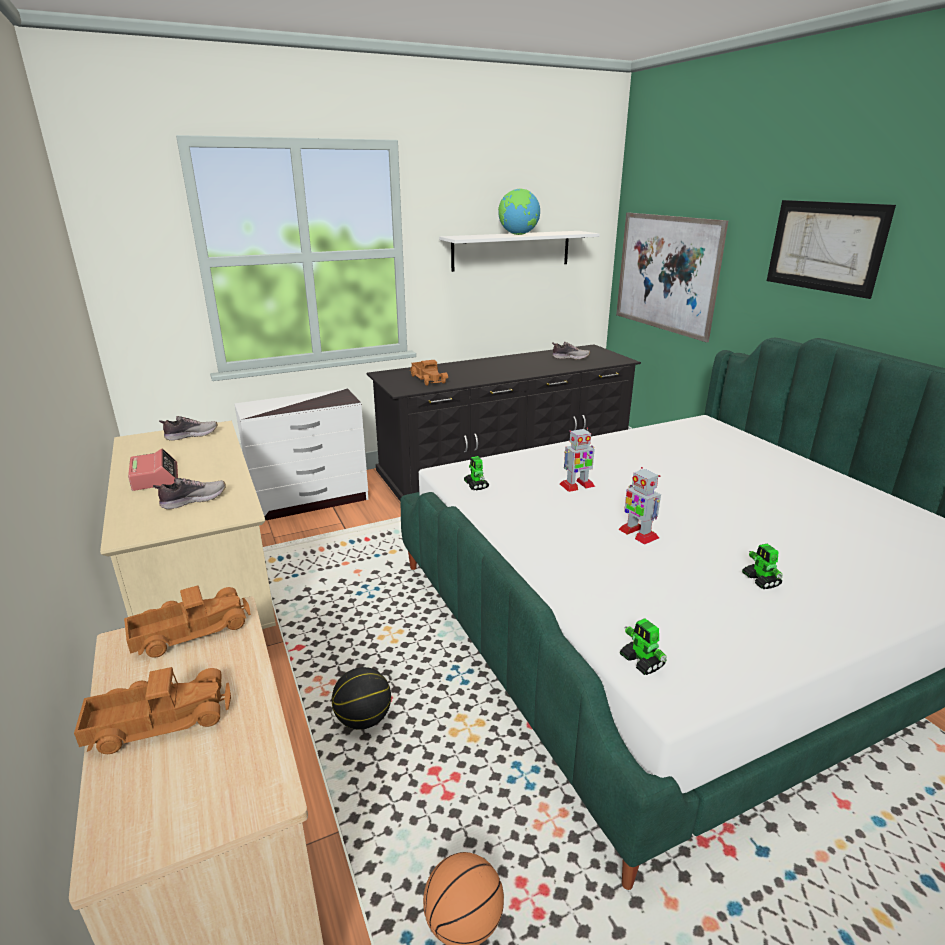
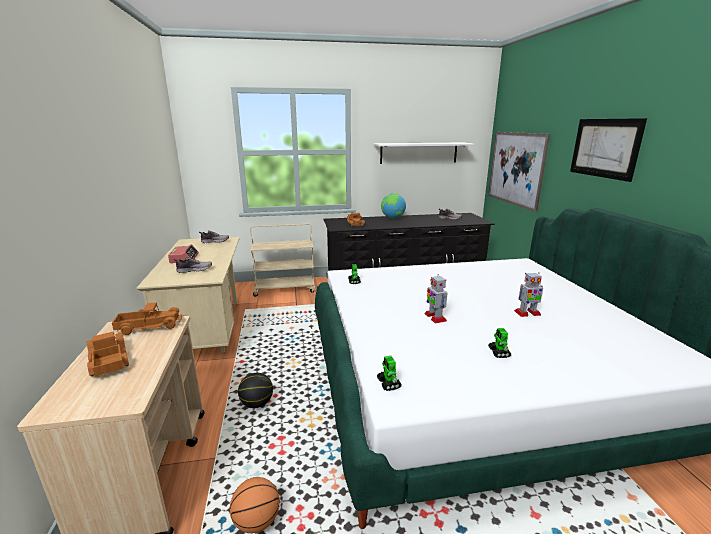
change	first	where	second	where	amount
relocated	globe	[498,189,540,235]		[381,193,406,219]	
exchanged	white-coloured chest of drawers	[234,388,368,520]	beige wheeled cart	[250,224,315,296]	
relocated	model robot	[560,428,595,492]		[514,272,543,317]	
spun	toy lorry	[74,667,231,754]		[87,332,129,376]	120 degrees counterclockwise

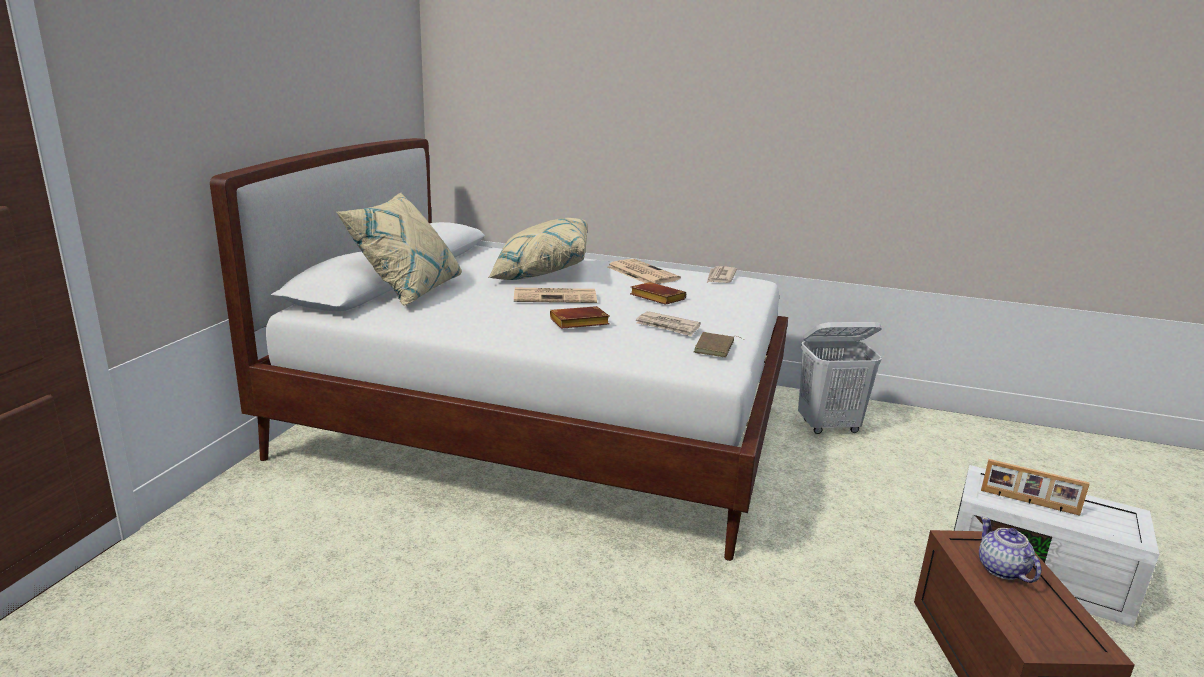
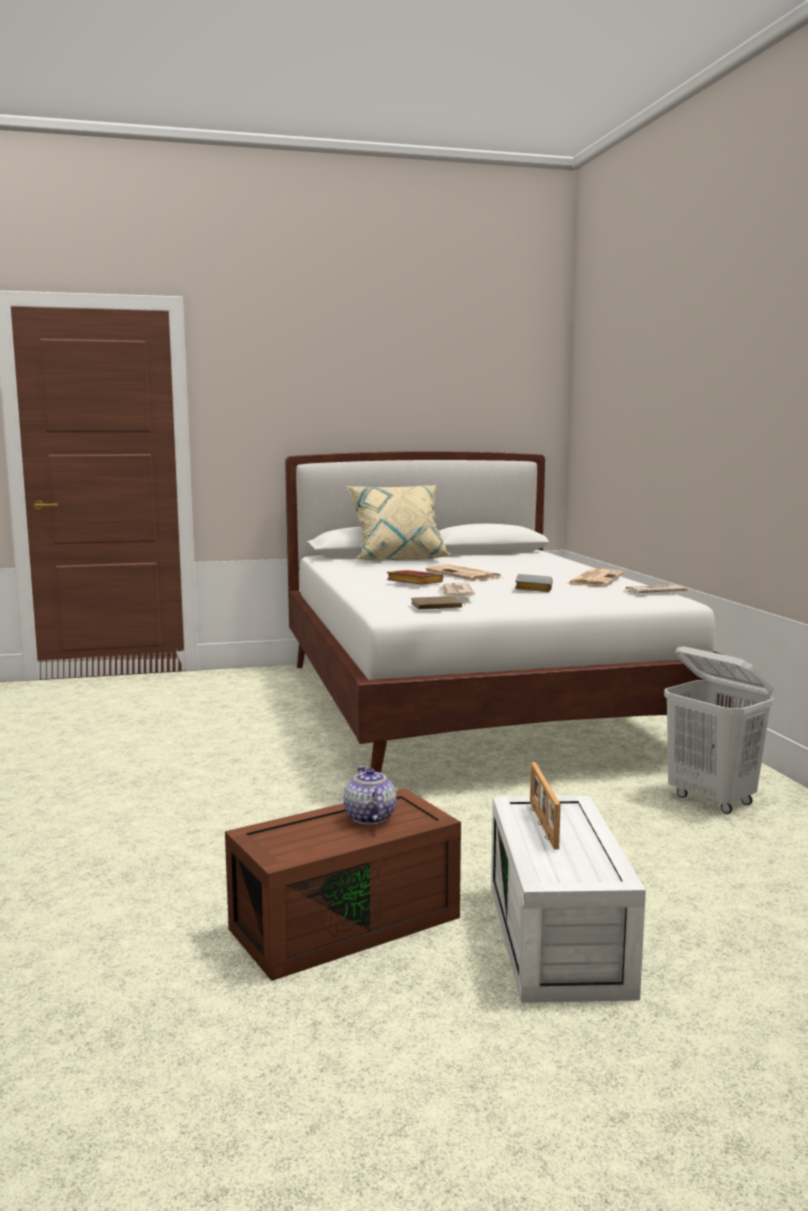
change	first	where	second	where	amount
missing	beige throw pillow	[488,218,588,280]			
colour	brown-coloured book	[630,282,686,305]	grey book	[515,574,553,592]	
spun	teapot	[979,517,1041,583]		[344,766,396,825]	60 degrees counterclockwise

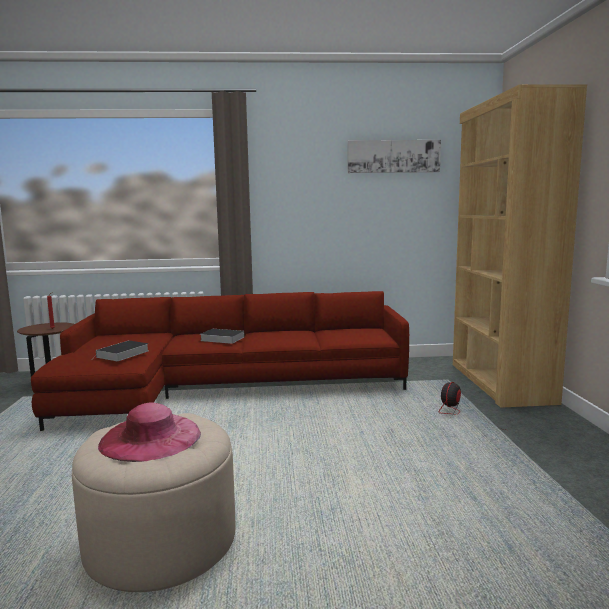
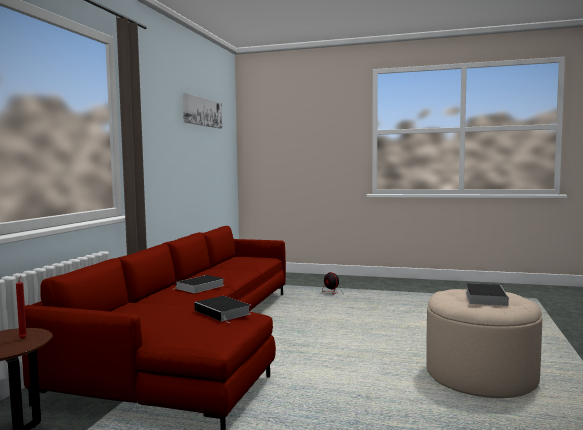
change	first	where	second	where	amount
missing	brown-coloured bookshelf	[453,84,587,408]			
exchanged	pink-coloured wearable hat	[98,402,201,462]	book	[466,283,508,306]	

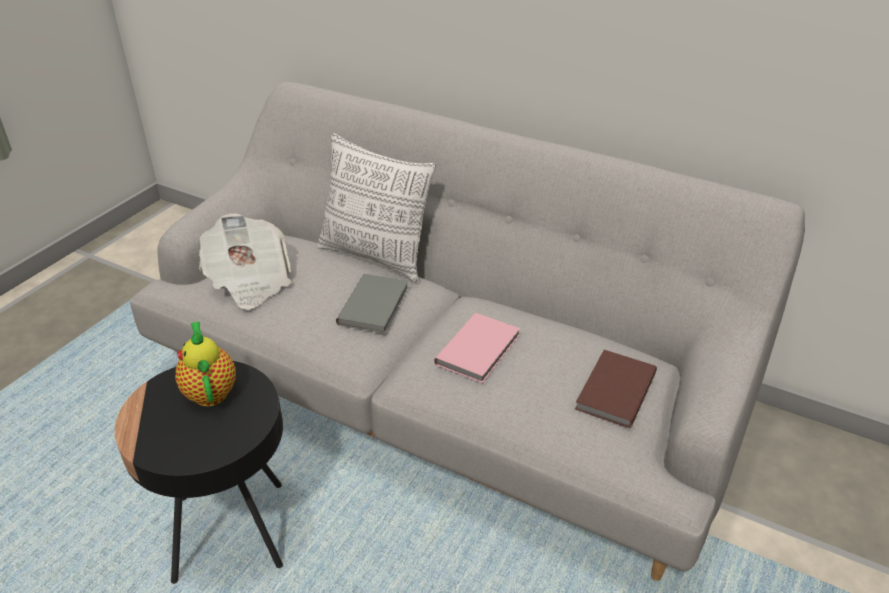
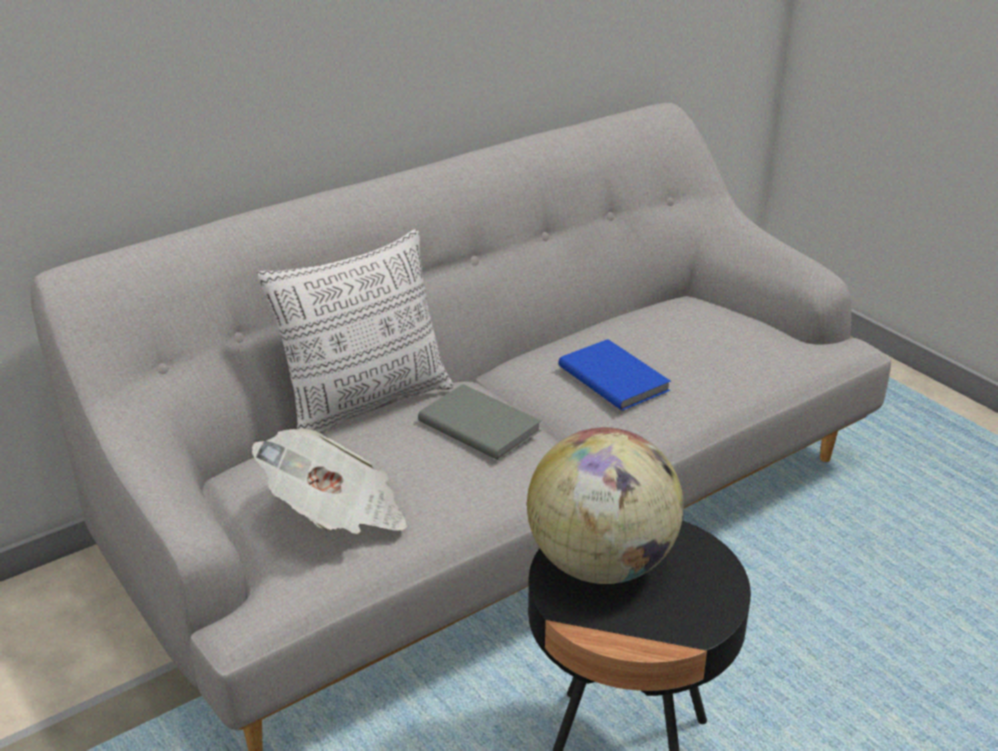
change	first	where	second	where	amount
colour	pink-coloured book	[434,313,520,383]	blue-coloured book	[559,339,671,411]	
exchanged	teapot	[175,322,236,407]	globe	[527,427,683,584]	
missing	brown-coloured book	[575,350,657,428]			

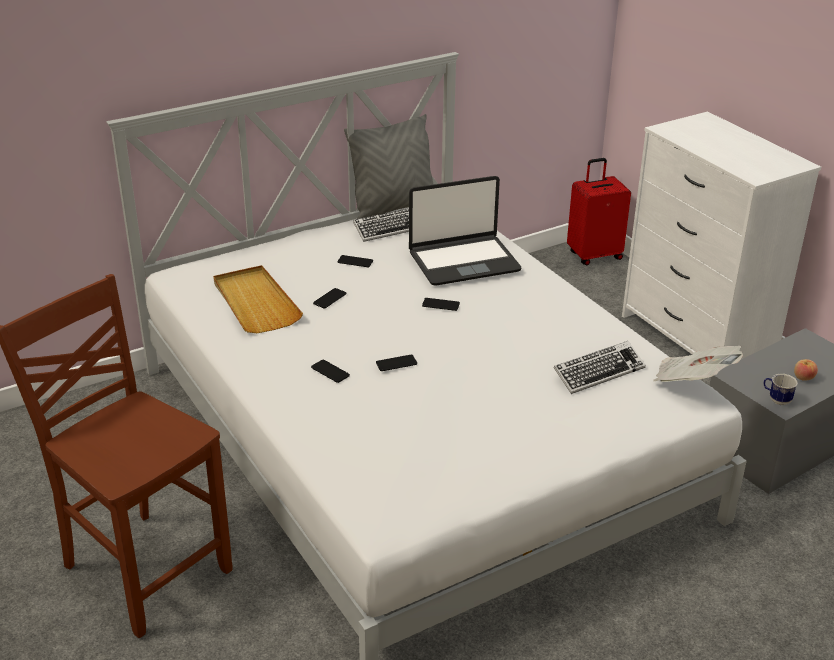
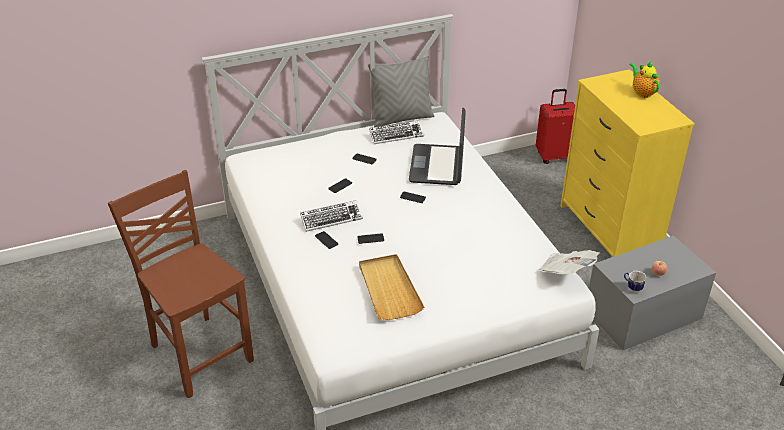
change	first	where	second	where	amount
colour	white-coloured chest of drawers	[622,112,821,367]	yellowish chest of drawers	[560,69,695,257]	
spun	laptop	[409,176,521,286]		[409,108,466,185]	105 degrees clockwise
relocated	beige carrying tray	[213,265,303,333]		[359,254,424,320]	
relocated	computer keyboard	[554,341,646,394]		[300,200,363,232]	
appeared			teapot	[629,61,660,98]	

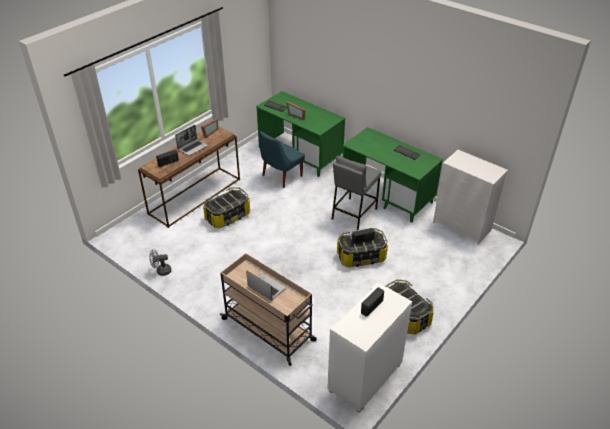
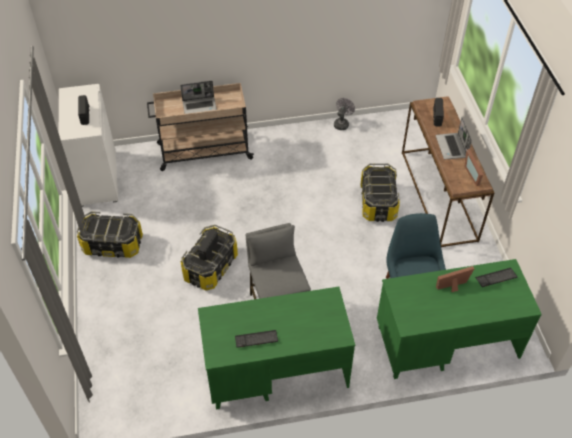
change	first	where	second	where	amount
missing	white-coloured chest of drawers	[433,150,508,245]			

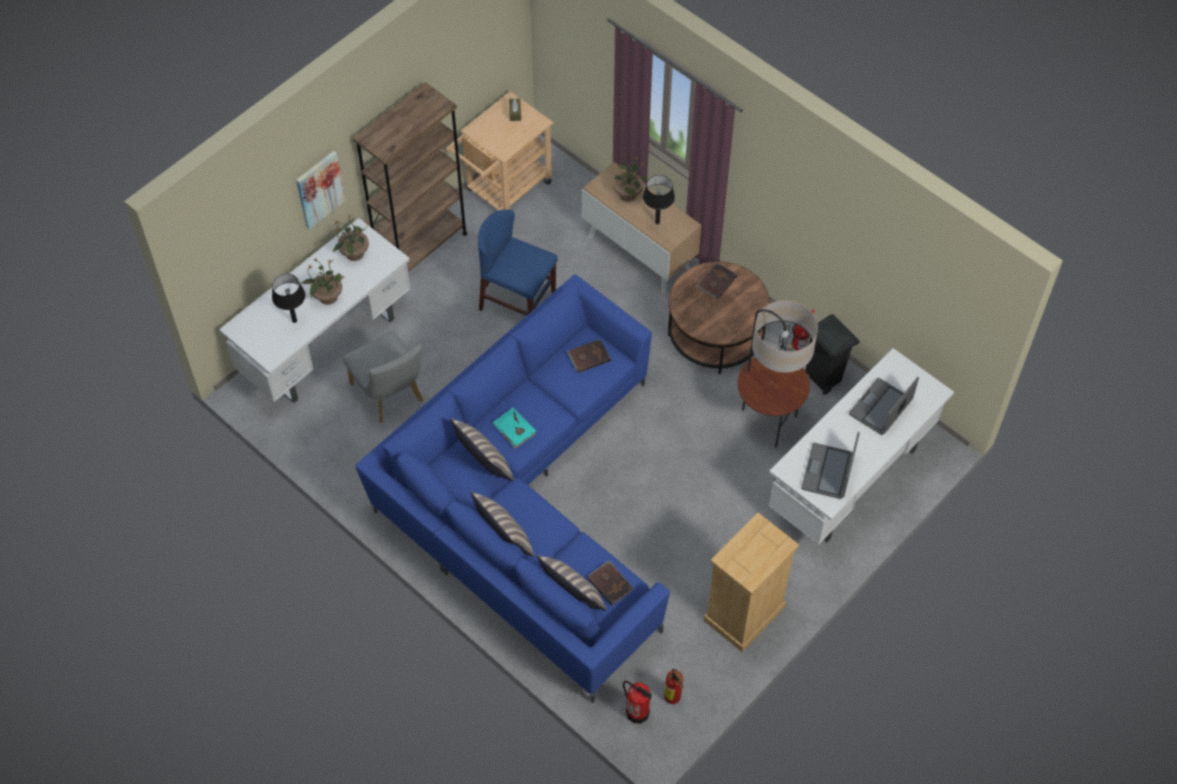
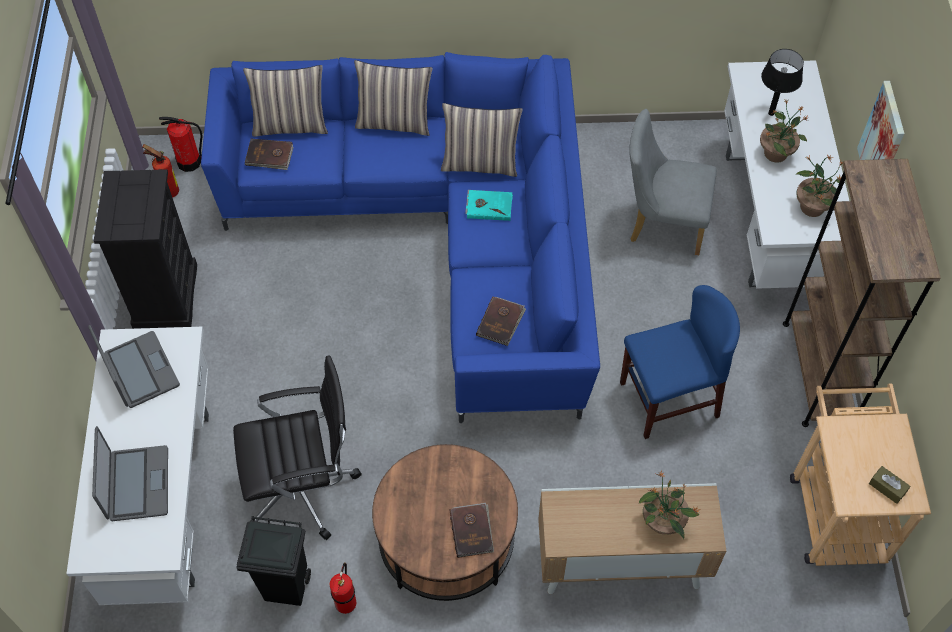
change	first	where	second	where	amount
missing	black-coloured lamp for a table	[643,175,675,224]			
exchanged	floor lamp	[737,300,818,448]	black-coloured computer chair	[233,355,362,540]	
colour	beige chest of drawers	[704,513,799,652]	black-coloured chest of drawers	[94,169,197,329]	

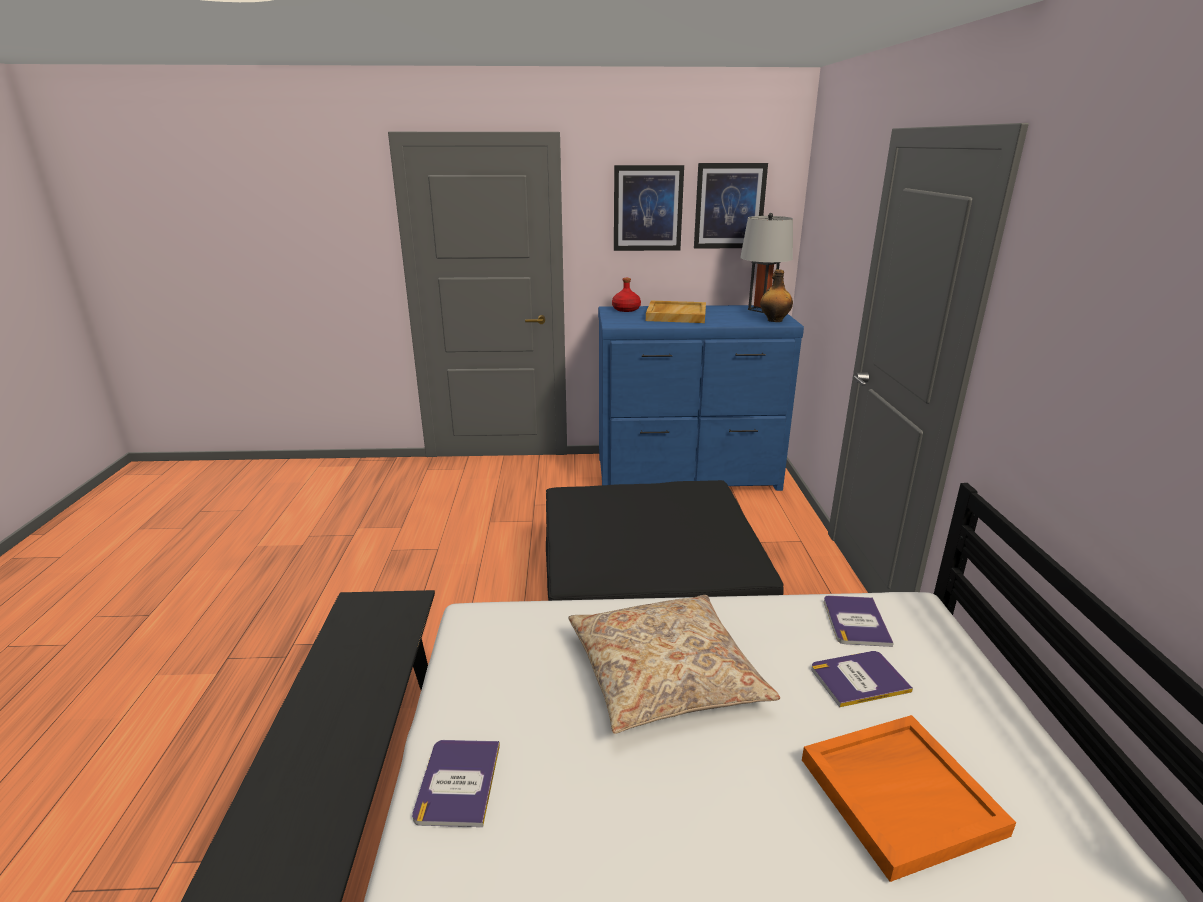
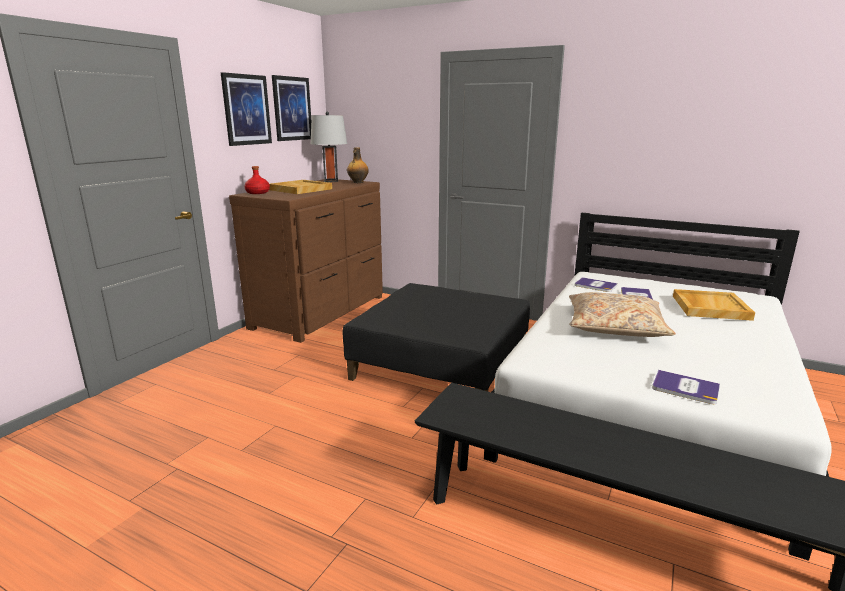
change	first	where	second	where	amount
colour	blue-coloured chest of drawers	[598,305,804,491]	brown-coloured chest of drawers	[229,179,383,343]	
colour	orange carrying tray	[802,715,1016,882]	beige carrying tray	[673,289,755,321]	

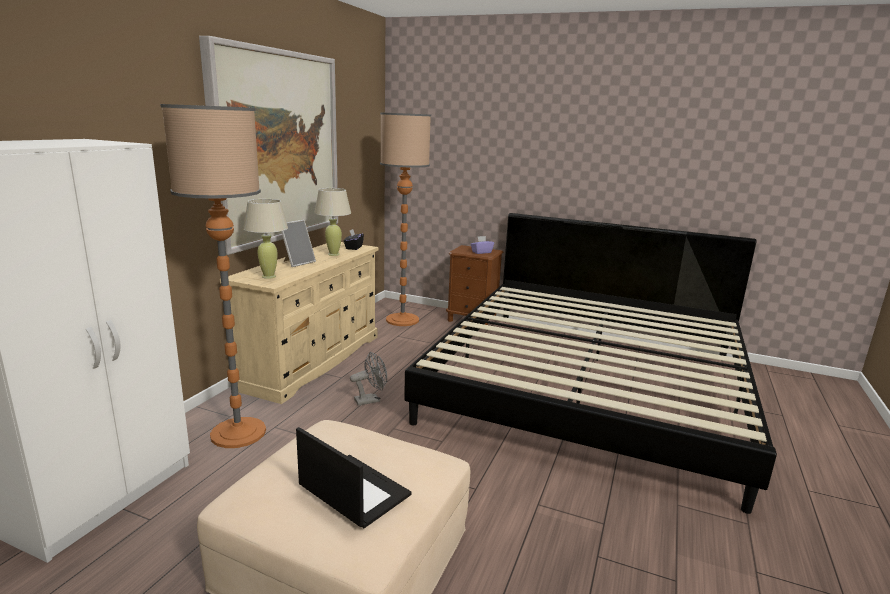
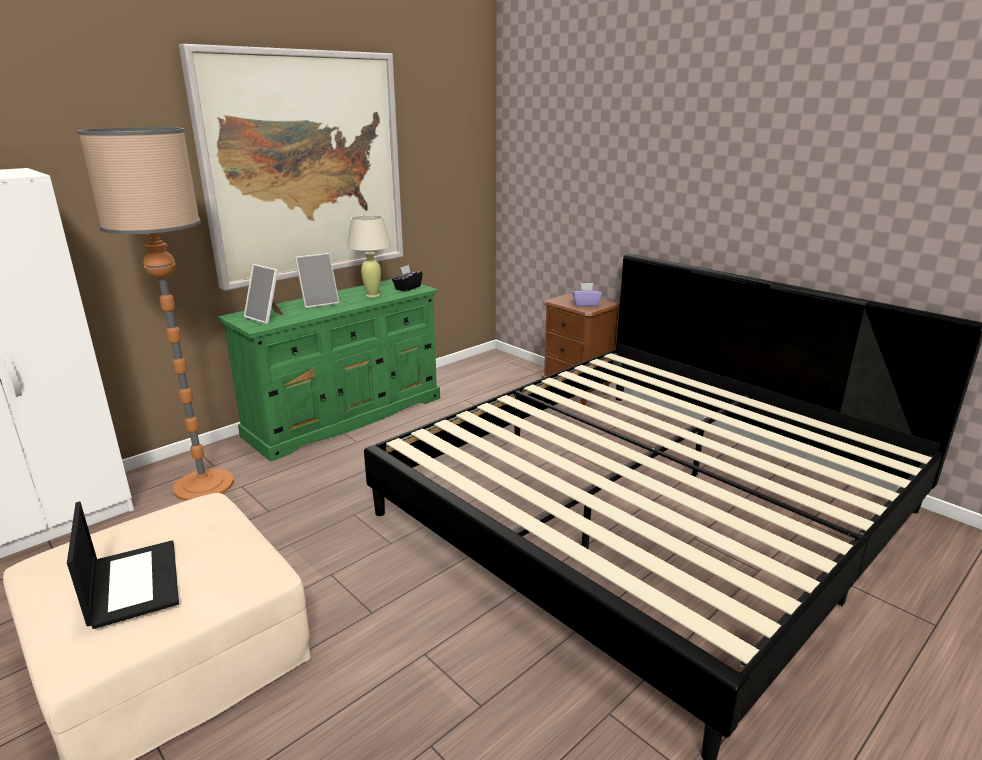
change	first	where	second	where	amount
missing	floor lamp	[380,112,431,326]			
exchanged	beige lamp for a table	[243,199,288,279]	picture frame	[244,264,285,324]	
colour	beige chest of drawers	[220,242,378,404]	greenish chest of drawers	[218,279,440,462]	
missing	grey fan	[350,352,387,406]			

